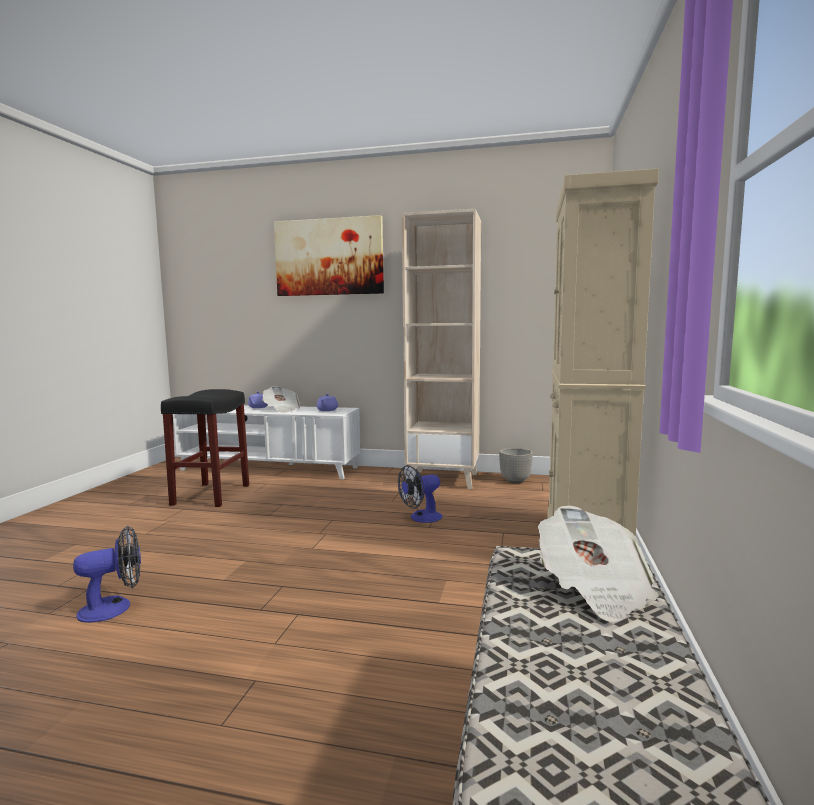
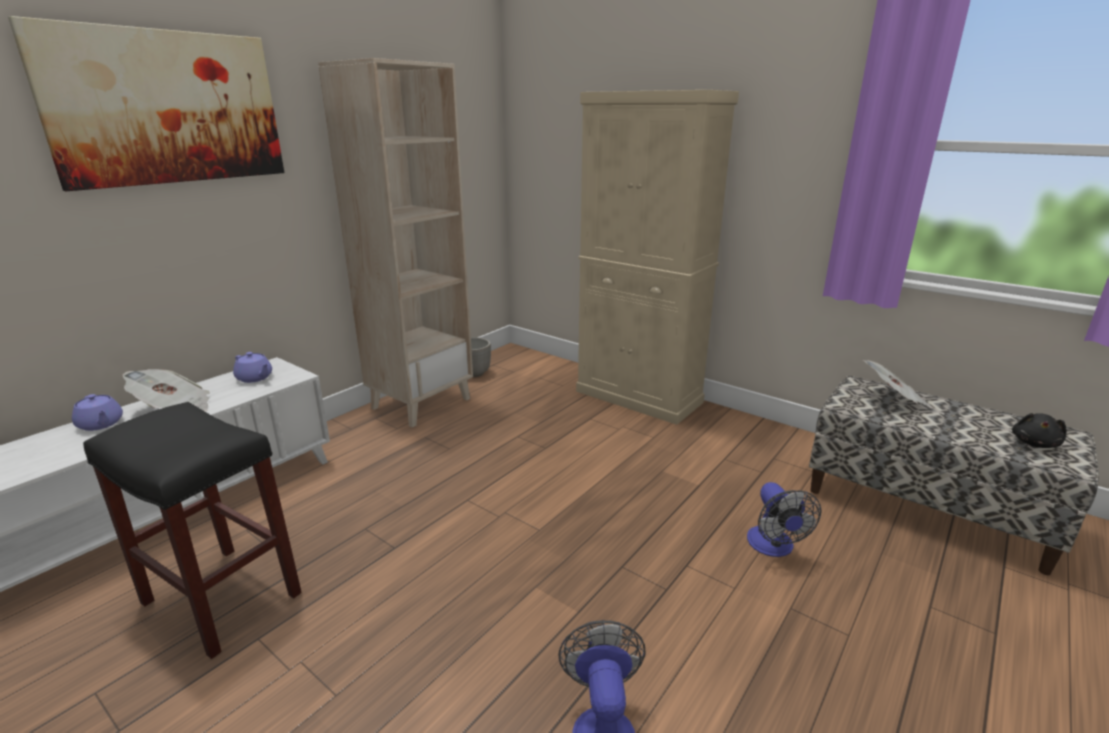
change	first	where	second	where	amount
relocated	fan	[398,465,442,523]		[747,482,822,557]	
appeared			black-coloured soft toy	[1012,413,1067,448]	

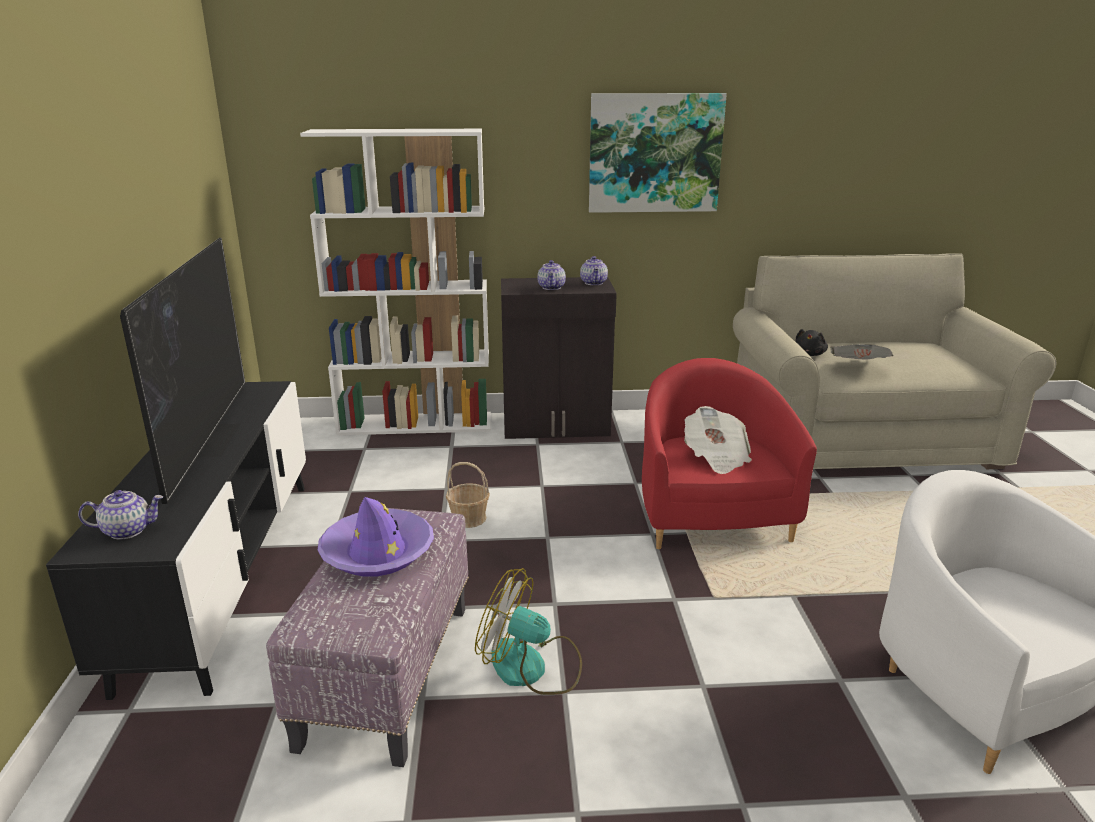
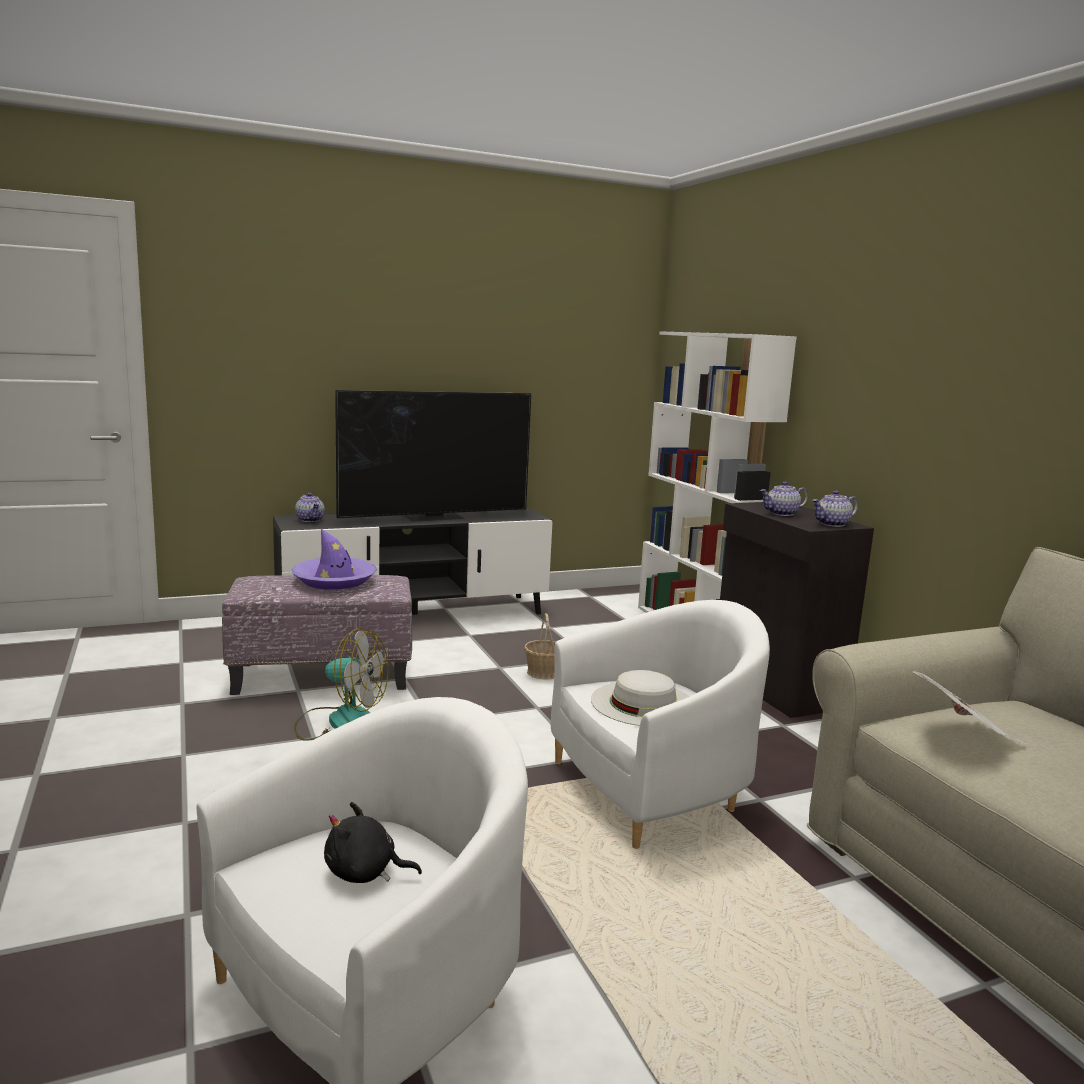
change	first	where	second	where	amount
missing	wall picture	[589,93,727,213]			
relocated	black-coloured soft toy	[795,329,828,356]		[324,802,422,883]	
colour	reddish lounge chair	[642,358,817,549]	white-coloured lounge chair	[551,600,770,849]	
exchanged	printed paper	[684,406,752,474]	white-coloured wearable hat	[591,670,689,726]	
spun	fan	[475,568,582,695]		[294,628,388,741]	105 degrees clockwise

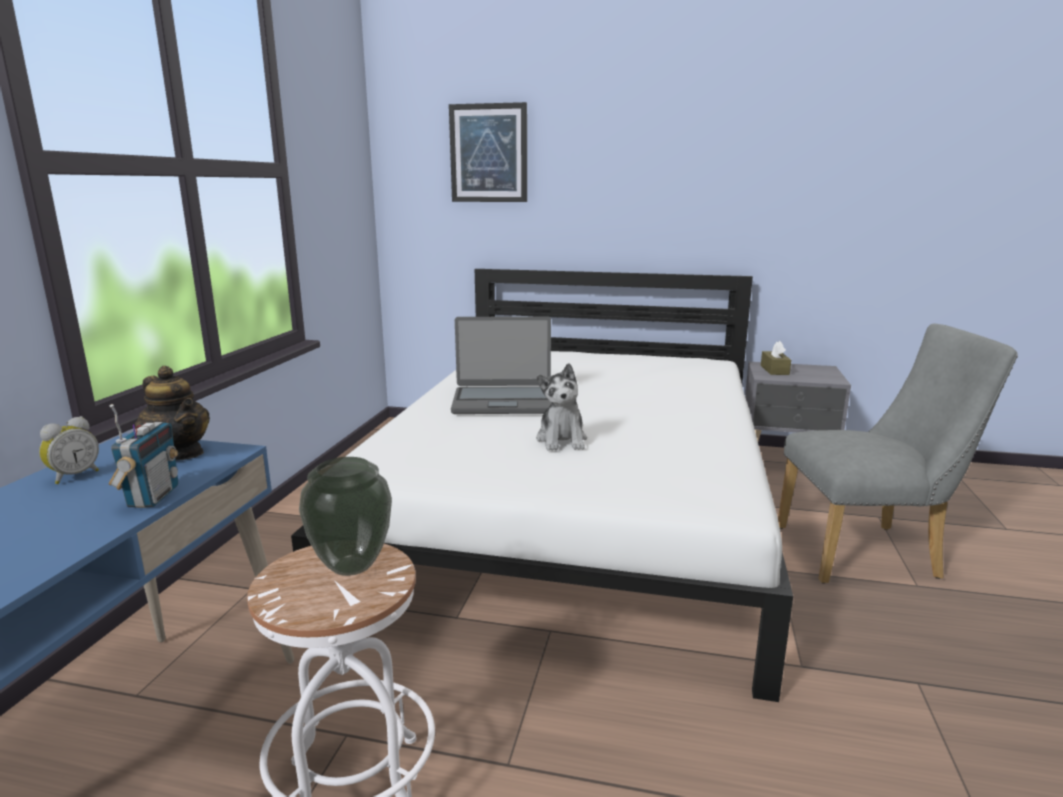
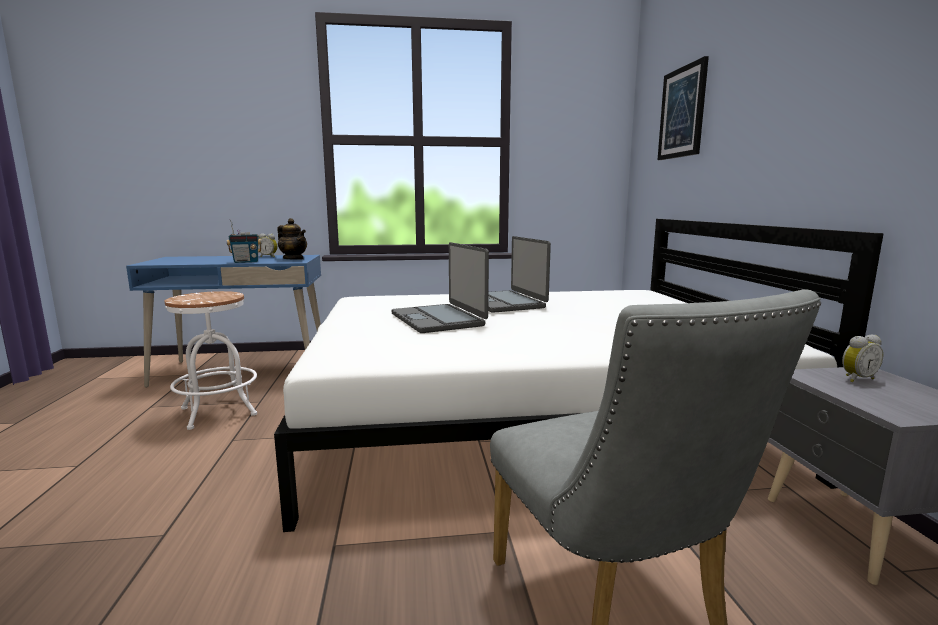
change	first	where	second	where	amount
exchanged	brown-coloured box of tissues	[761,341,791,375]	alarm clock	[842,335,884,382]	
exchanged	soft toy	[536,363,587,451]	laptop	[391,242,489,333]	
spun	teapot	[135,366,210,461]		[277,218,307,260]	75 degrees counterclockwise
missing	vase	[299,457,392,576]			

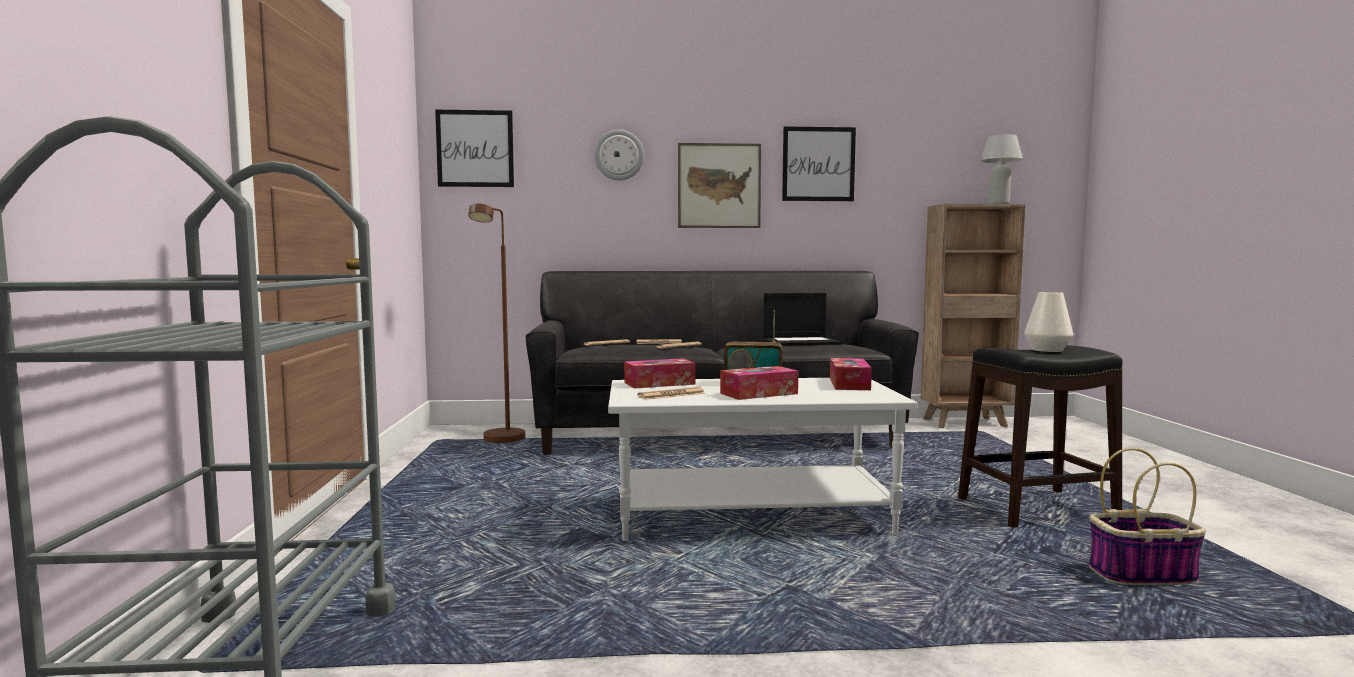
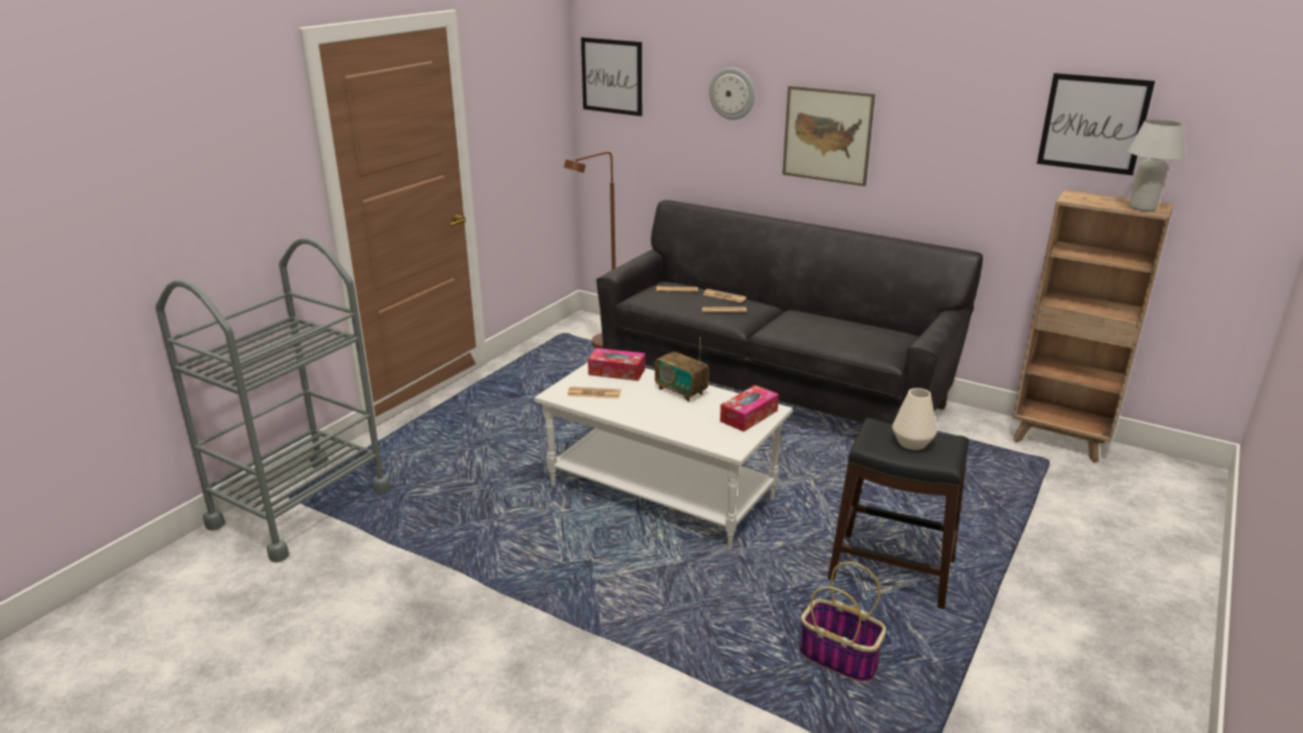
change	first	where	second	where	amount
relocated	wall picture	[782,126,856,201]		[1037,73,1155,176]	
missing	laptop	[763,293,841,346]			
missing	box of tissues	[720,366,798,400]			

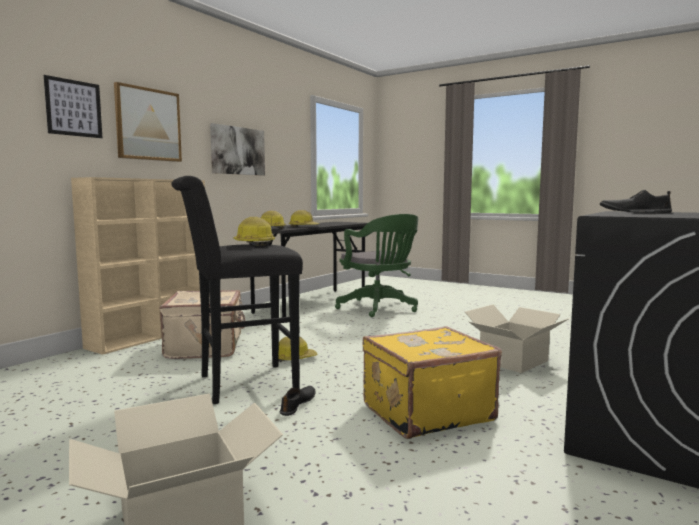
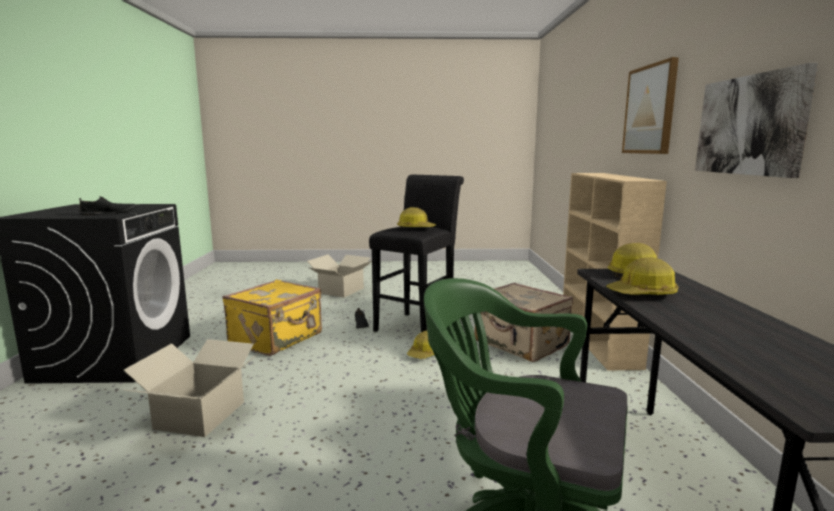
change	first	where	second	where	amount
missing	wall picture	[44,75,102,138]			

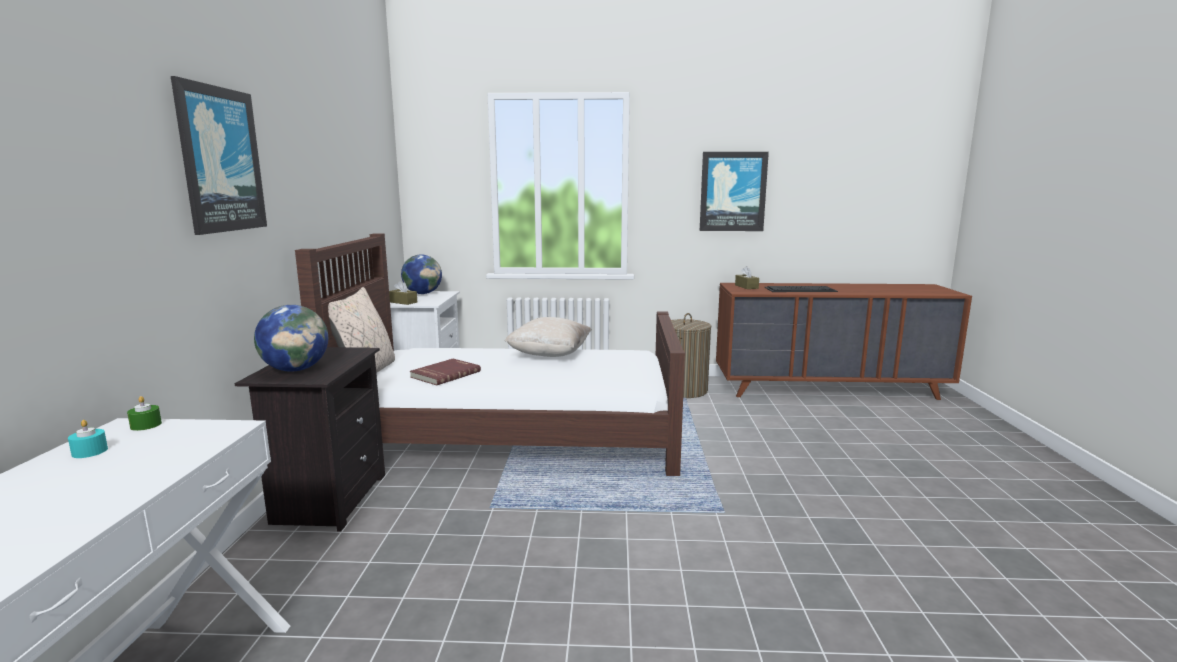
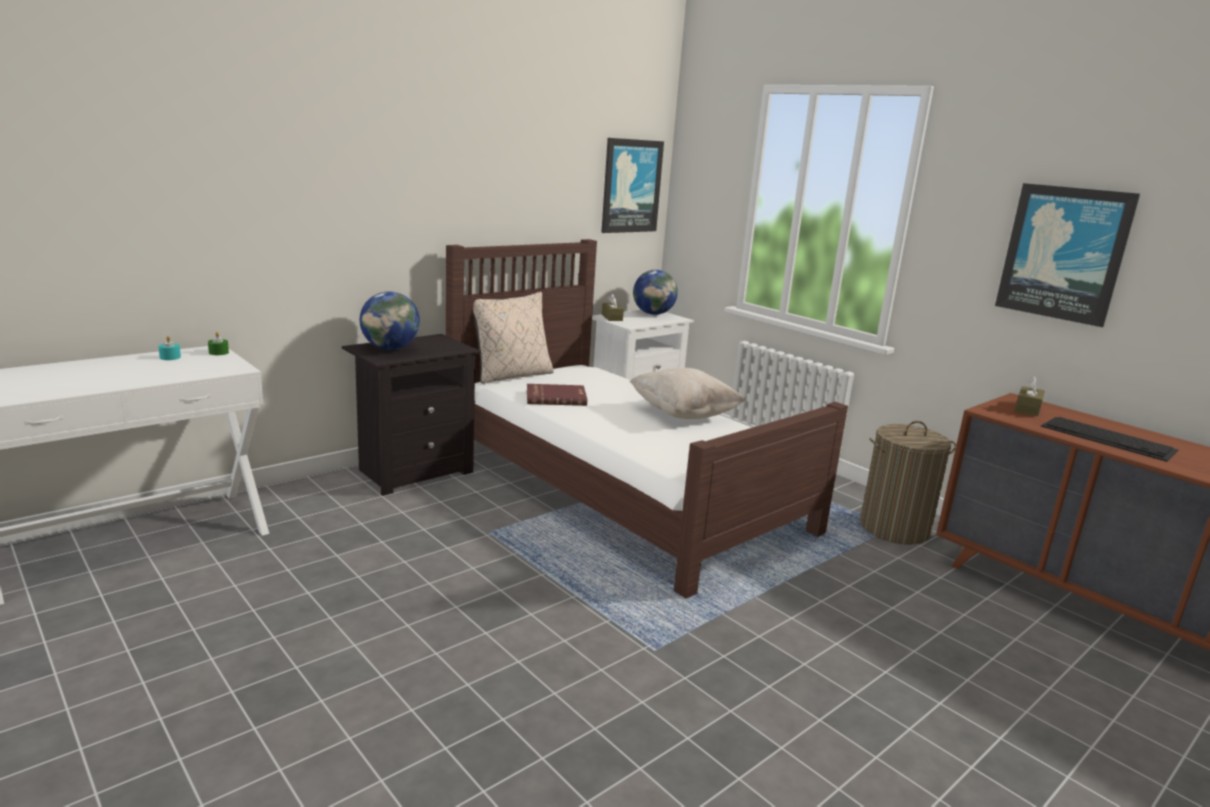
change	first	where	second	where	amount
relocated	wall picture	[171,76,267,235]		[601,138,664,233]	

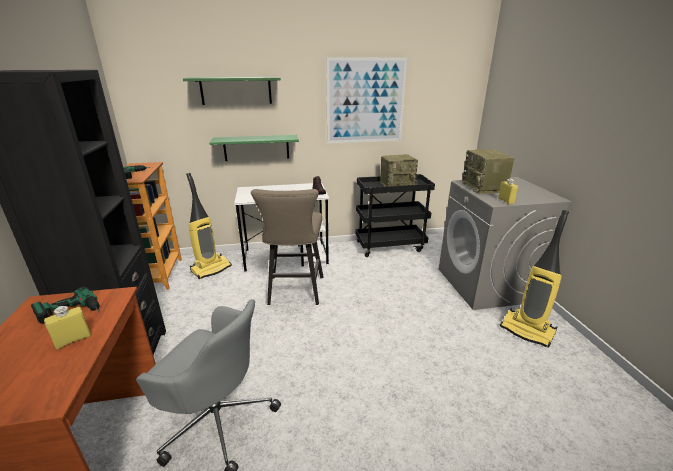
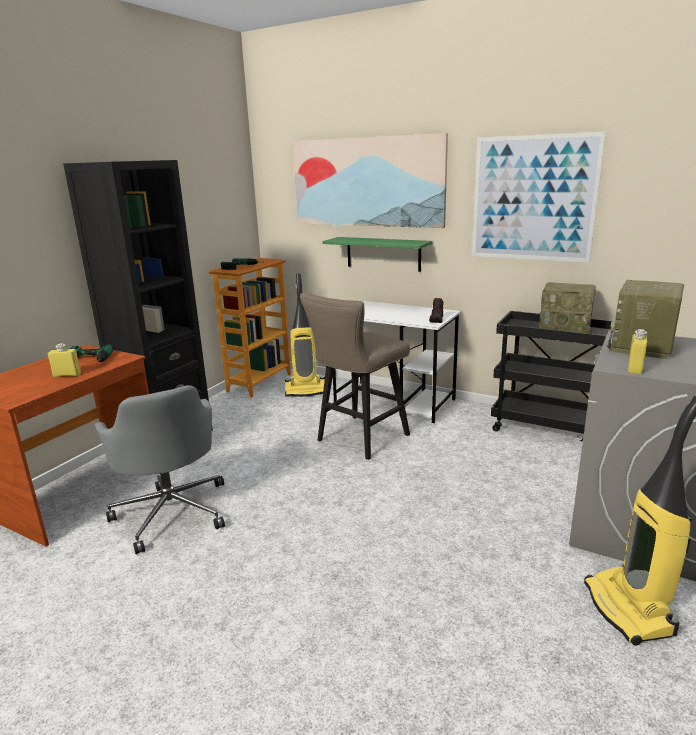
change	first	where	second	where	amount
exchanged	greenish bracket shelf	[183,77,281,105]	wall picture	[293,133,448,228]	

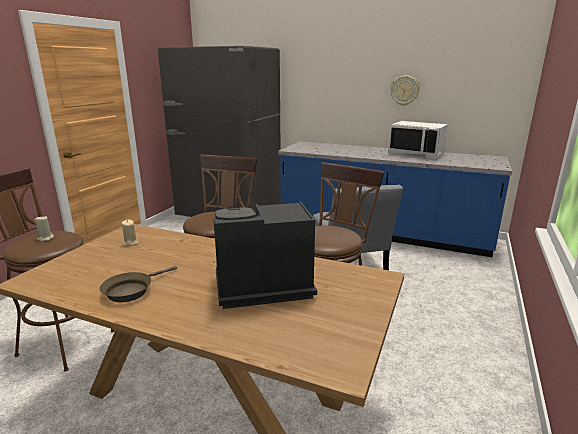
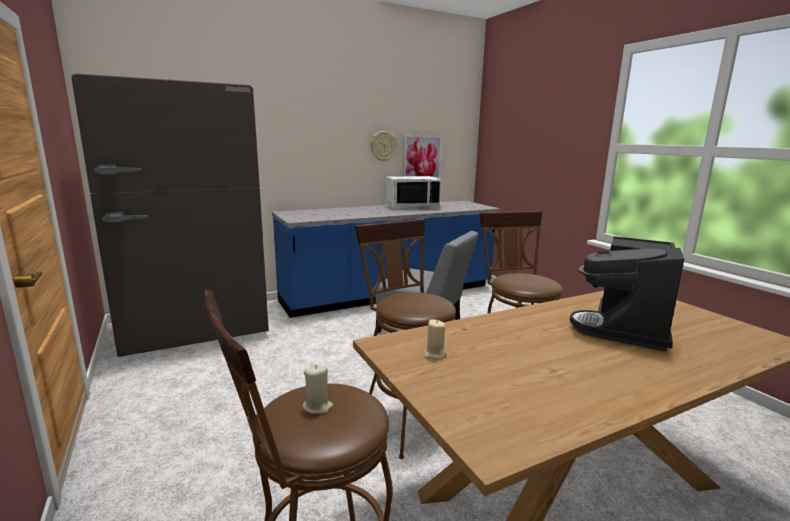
change	first	where	second	where	amount
missing	brown-coloured pan	[100,266,177,302]			
appeared			wall picture	[403,135,442,179]	

